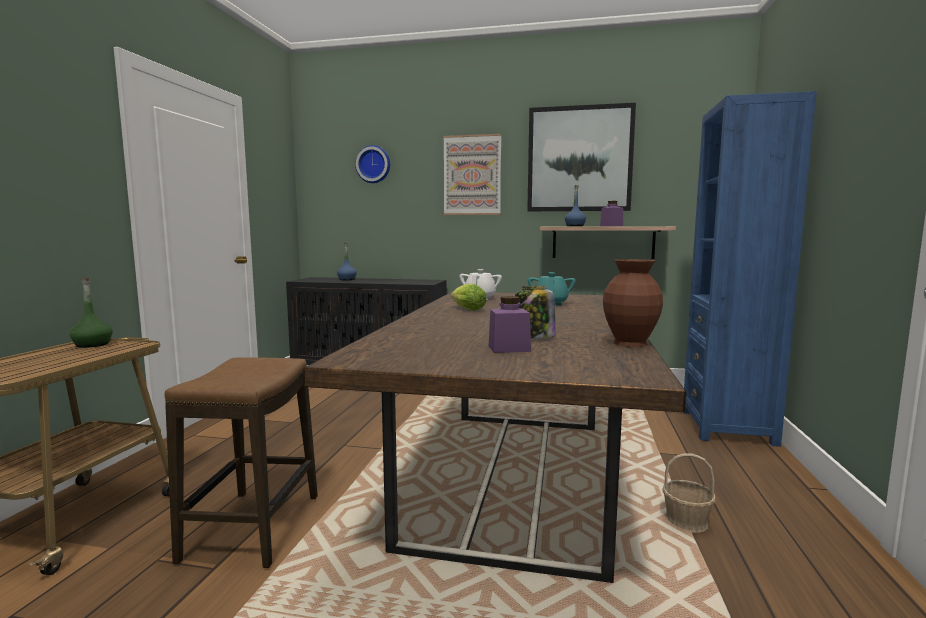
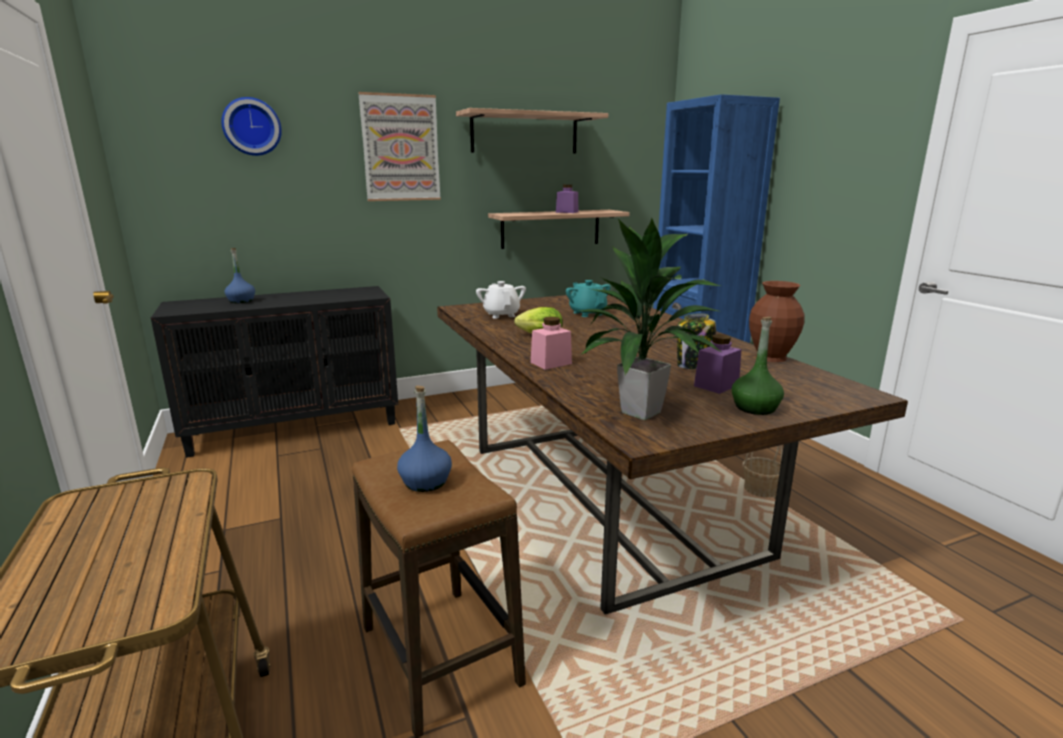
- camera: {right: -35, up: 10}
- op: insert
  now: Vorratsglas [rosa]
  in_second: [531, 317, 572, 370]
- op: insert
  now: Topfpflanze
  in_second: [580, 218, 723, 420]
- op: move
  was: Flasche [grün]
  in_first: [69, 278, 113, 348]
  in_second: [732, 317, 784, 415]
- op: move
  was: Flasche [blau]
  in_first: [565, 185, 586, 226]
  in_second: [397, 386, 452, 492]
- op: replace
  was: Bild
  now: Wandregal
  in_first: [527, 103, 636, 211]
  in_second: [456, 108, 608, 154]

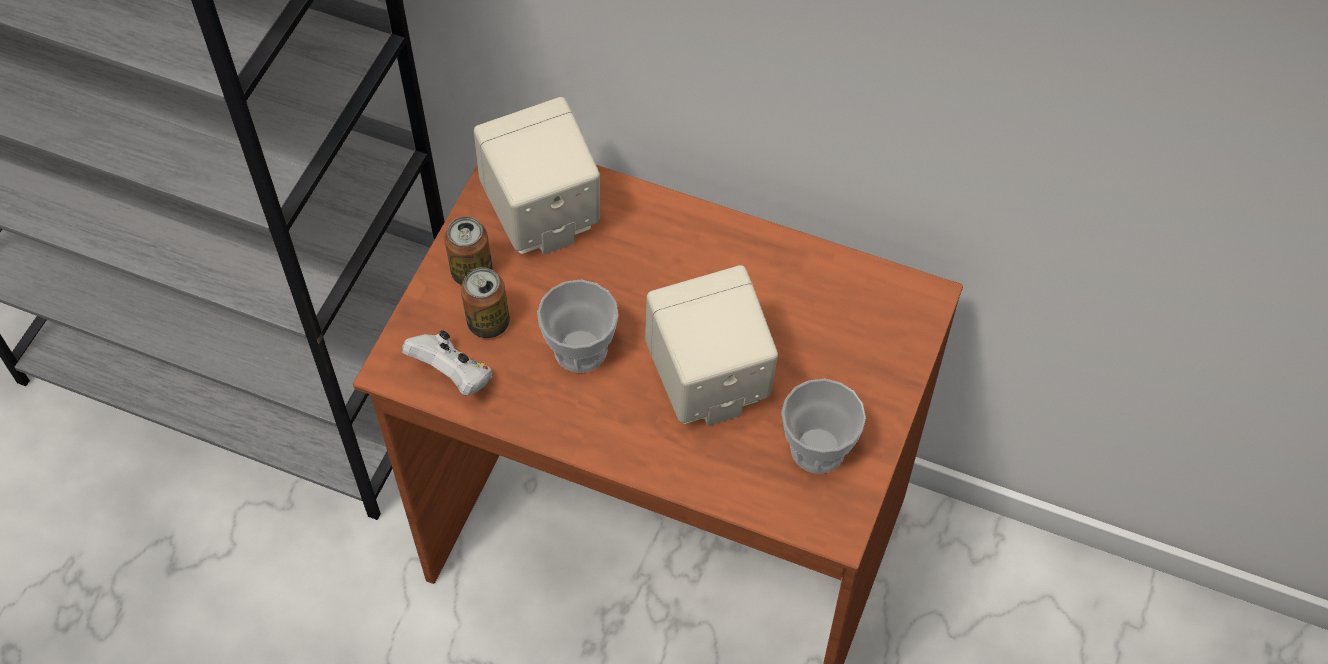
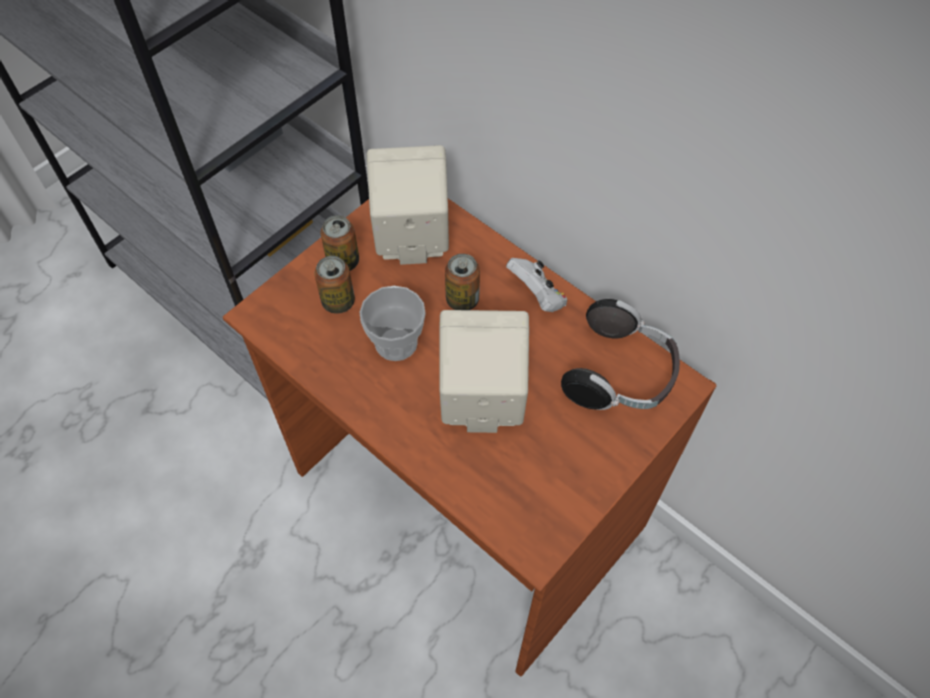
- camera: {right: 20, up: 0}
- op: delete
  was: Tasse
  in_first: [781, 379, 866, 474]
- op: insert
  now: Dose
  in_second: [445, 254, 480, 310]
- op: insert
  now: Kopfhörer
  in_second: [561, 299, 680, 410]
- op: move
  was: Gamepad [weiß]
  in_first: [402, 330, 492, 396]
  in_second: [506, 258, 567, 312]

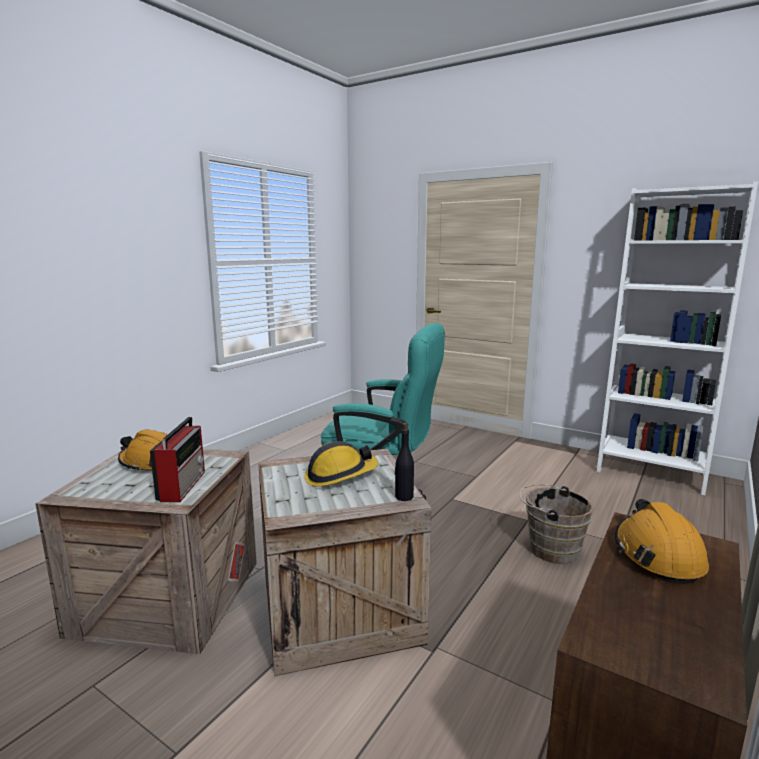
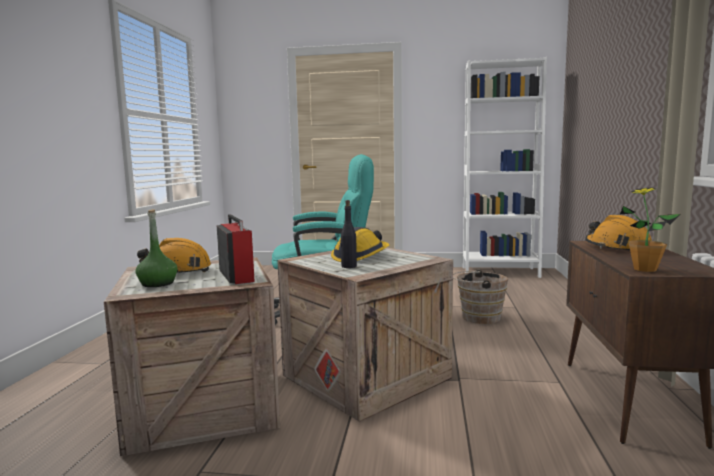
- camera: {right: -25, up: -5}
- op: insert
  now: Flasche [grün]
  in_second: [135, 209, 178, 287]
- op: insert
  now: Topfpflanze
  in_second: [620, 187, 680, 272]
- op: move
  was: Flasche [schwarz]
  in_first: [395, 423, 414, 501]
  in_second: [340, 200, 357, 268]

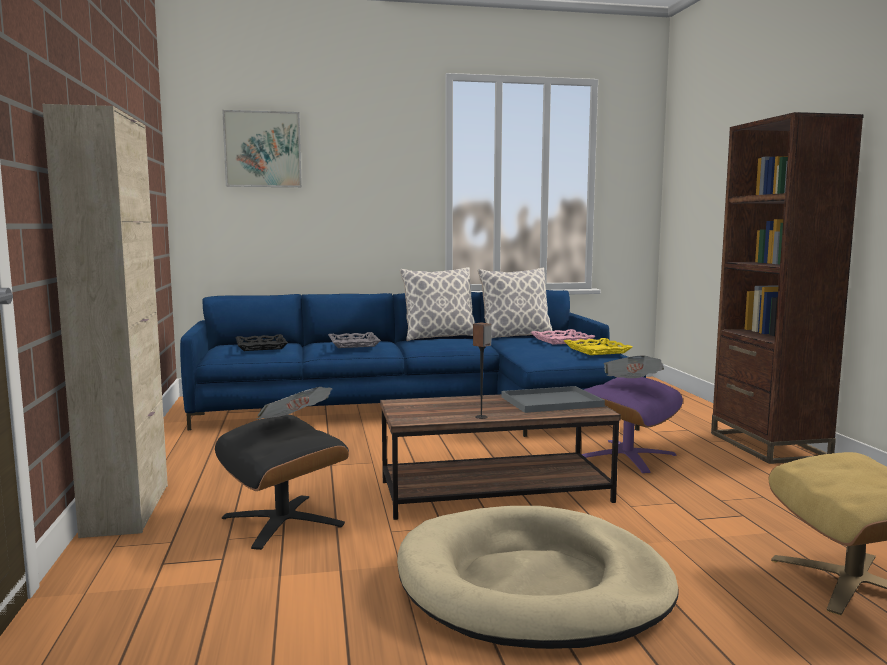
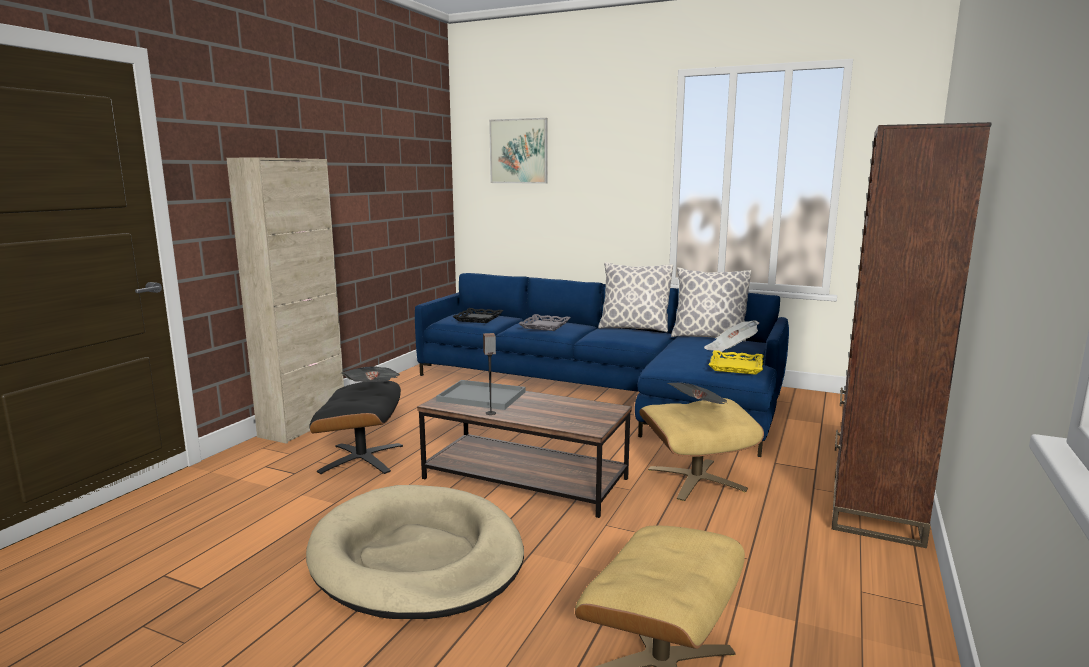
- camera: {right: 35, up: 5}
- op: move
  was: Tablett [grau]
  in_first: [501, 386, 605, 413]
  in_second: [436, 380, 526, 410]
- op: replace
  was: Tablett [rosa]
  now: Zeitung
  in_first: [531, 329, 596, 345]
  in_second: [704, 321, 759, 352]
- op: recolor
  was: Polsterhocker [lila]
  now: Polsterhocker [beige]
  in_first: [582, 377, 683, 473]
  in_second: [639, 398, 764, 501]

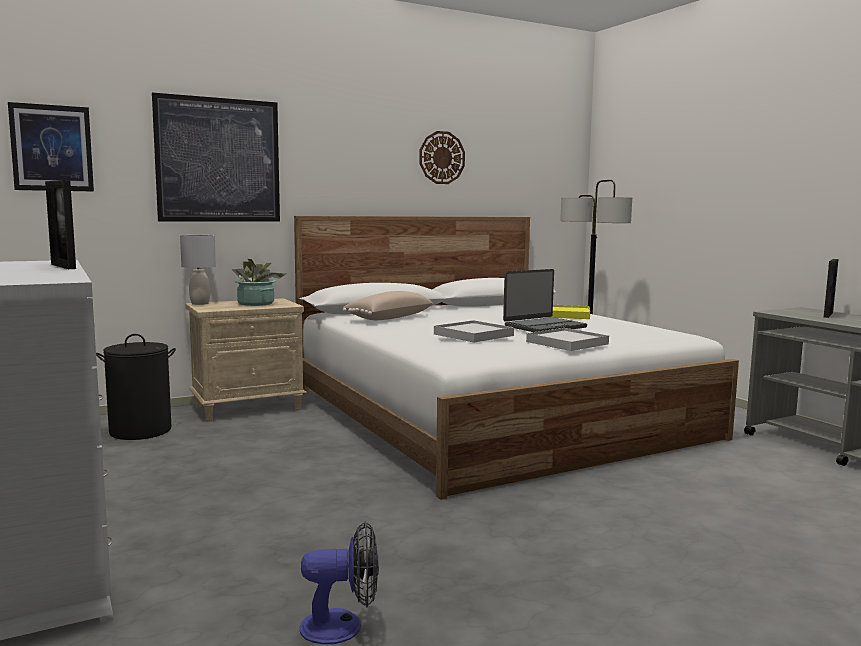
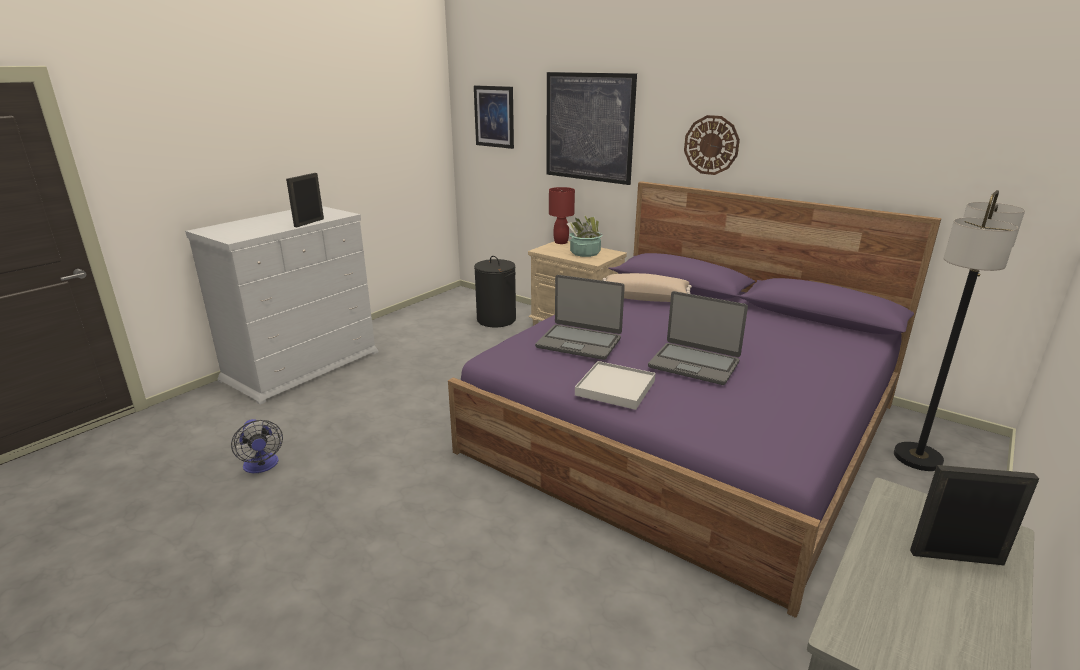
- camera: {right: 65, up: 15}
- op: delete
  was: Tablett [gelb]
  in_first: [545, 305, 590, 319]
- op: move
  was: Wanduhr
  in_first: [419, 131, 465, 184]
  in_second: [684, 115, 740, 175]
- op: replace
  was: Tablett [weiß]
  now: Laptop
  in_first: [434, 320, 514, 342]
  in_second: [535, 275, 625, 360]
- op: recolor
  was: Tischlampe [grau]
  now: Tischlampe [rot]
  in_first: [180, 235, 216, 305]
  in_second: [549, 187, 575, 244]
- op: recolor
  was: Bett [weiß]
  now: Bett [lila]
  in_first: [294, 216, 739, 500]
  in_second: [448, 181, 941, 618]

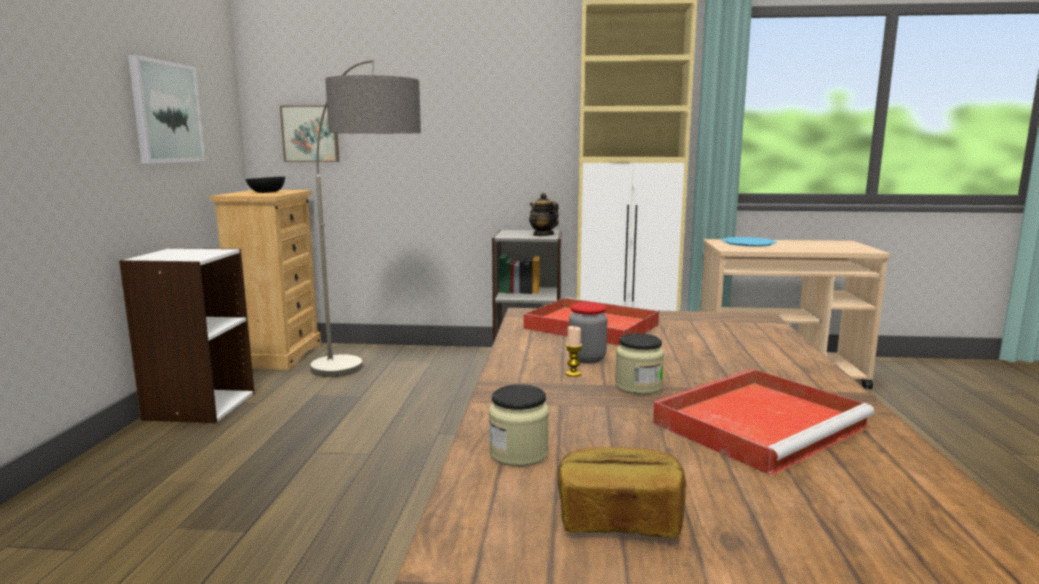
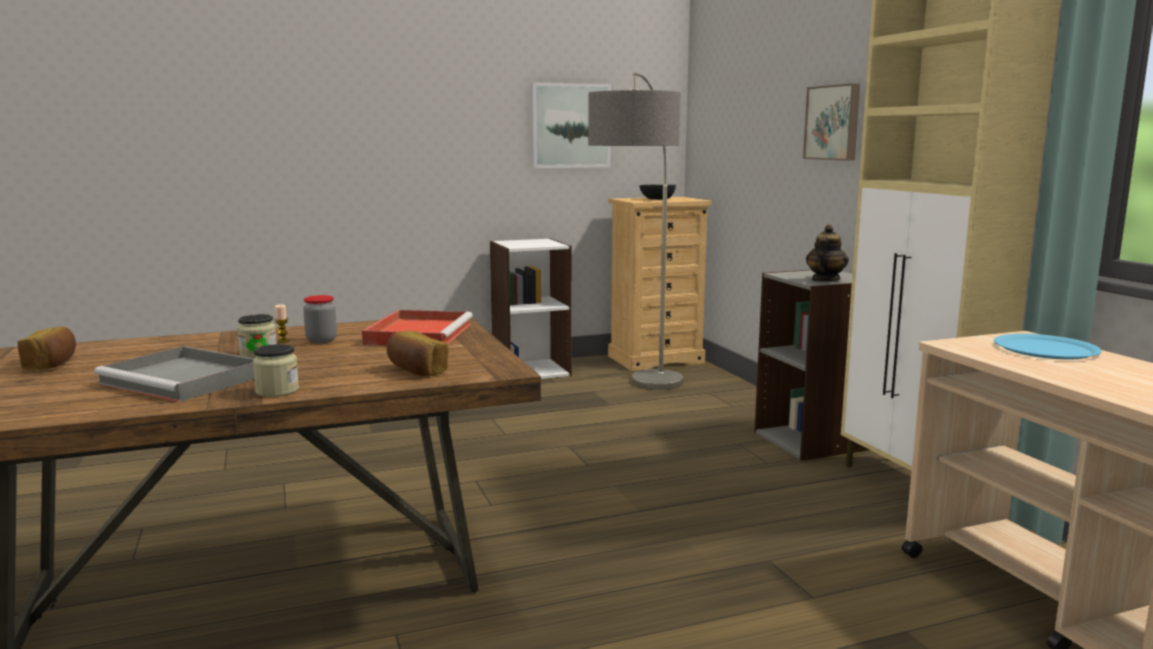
- camera: {right: 65, up: 0}
- op: insert
  now: Brot
  in_second: [386, 331, 448, 376]
- op: move
  was: Bild
  in_first: [280, 105, 339, 162]
  in_second: [803, 83, 860, 161]
- op: move
  was: Vorratsglas
  in_first: [489, 385, 549, 466]
  in_second: [253, 344, 299, 397]
- op: recolor
  was: Tablett [rot]
  now: Tablett [grau]
  in_first: [653, 369, 874, 476]
  in_second: [94, 346, 254, 402]

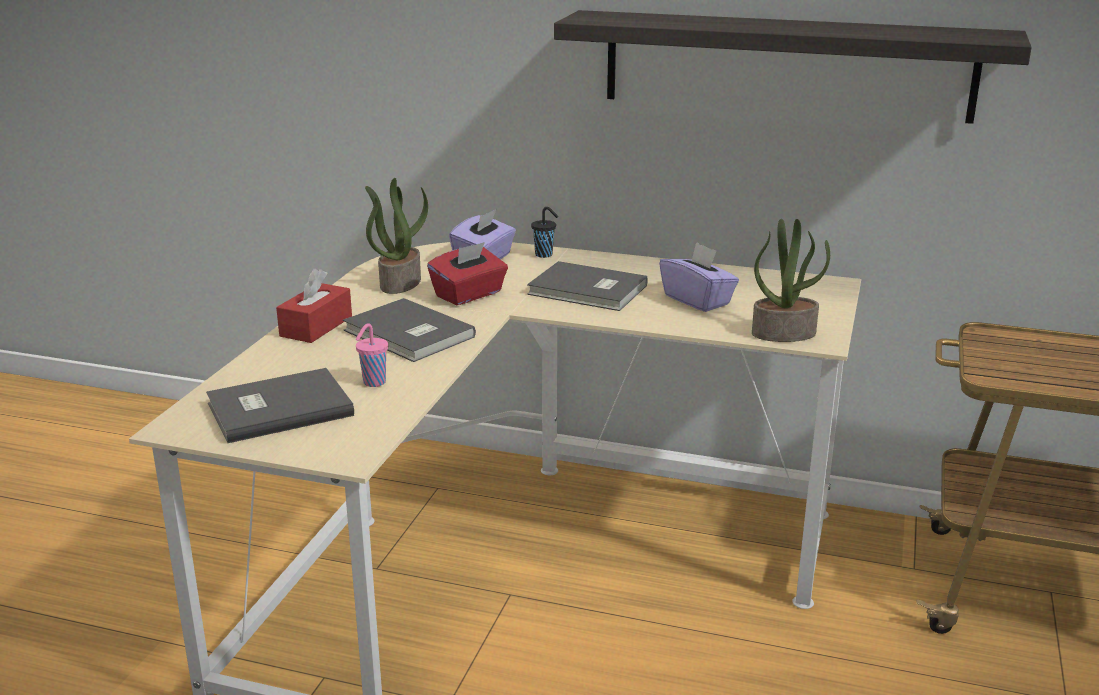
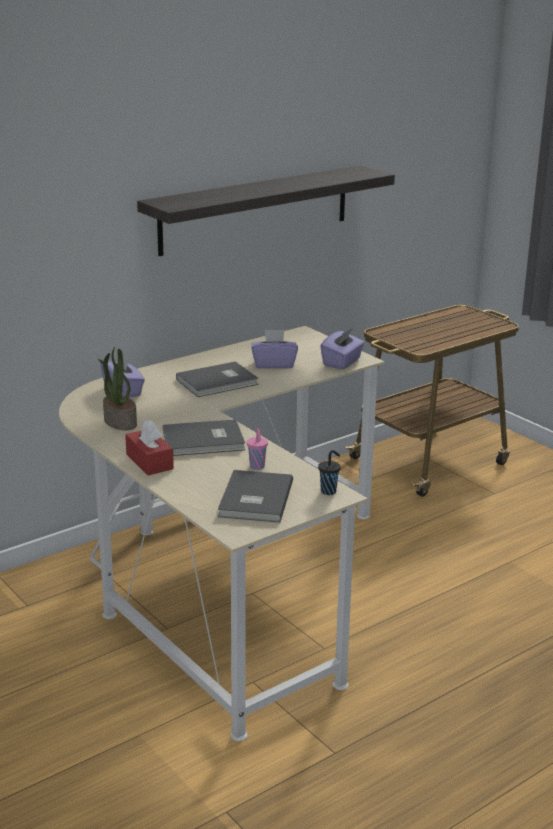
- camera: {right: -55, up: 0}
- op: delete
  was: Taschentuchbox [rot]
  in_first: [427, 242, 508, 305]
- op: move
  was: Tasse [schwarz]
  in_first: [531, 207, 558, 258]
  in_second: [318, 450, 341, 495]
- op: replace
  was: Topfpflanze
  now: Taschentuchbox [lila]
  in_first: [752, 219, 830, 342]
  in_second: [320, 328, 365, 370]

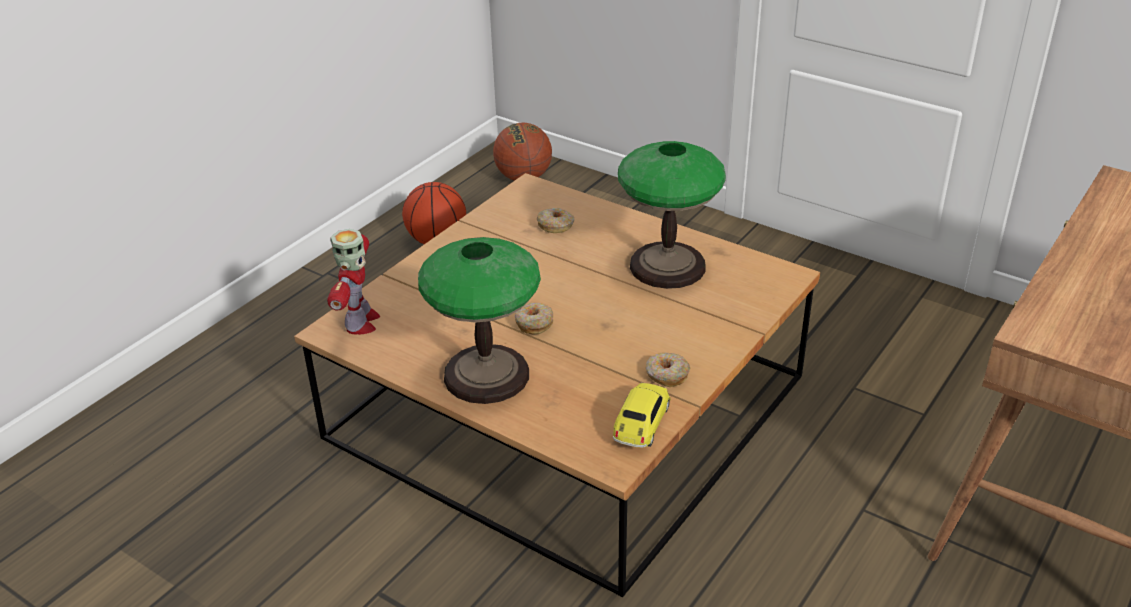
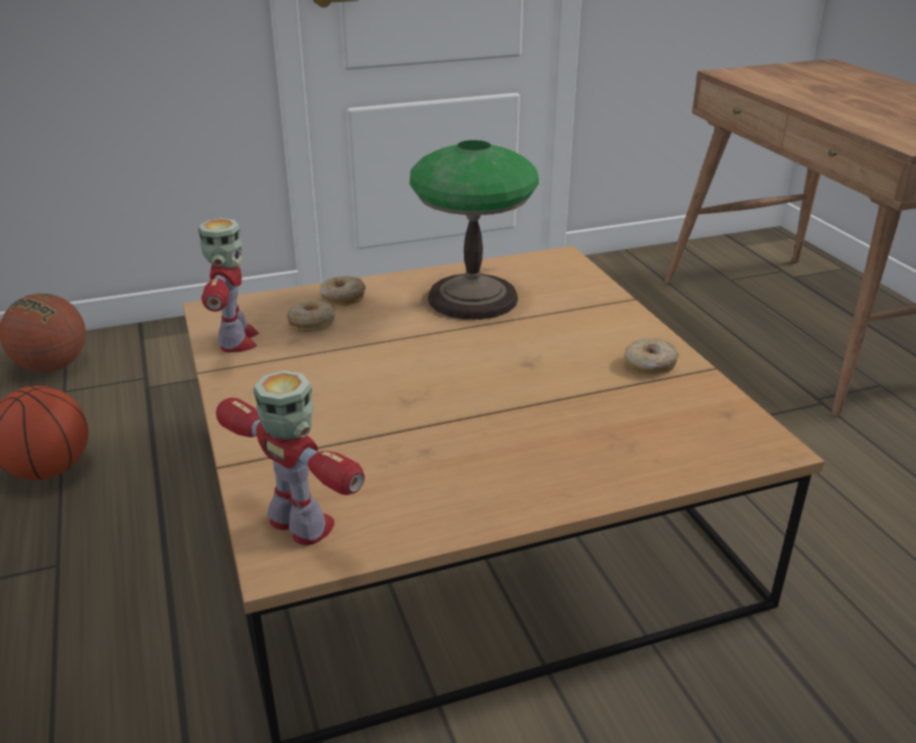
- camera: {right: -55, up: -5}
- op: delete
  was: Tischlampe
  in_first: [418, 237, 541, 404]
- op: delete
  was: Spielzeugauto
  in_first: [613, 383, 671, 447]
- op: insert
  now: Spielzeugroboter
  in_second: [198, 218, 259, 352]
- op: move
  was: Donut
  in_first: [515, 303, 553, 334]
  in_second: [320, 276, 366, 306]

